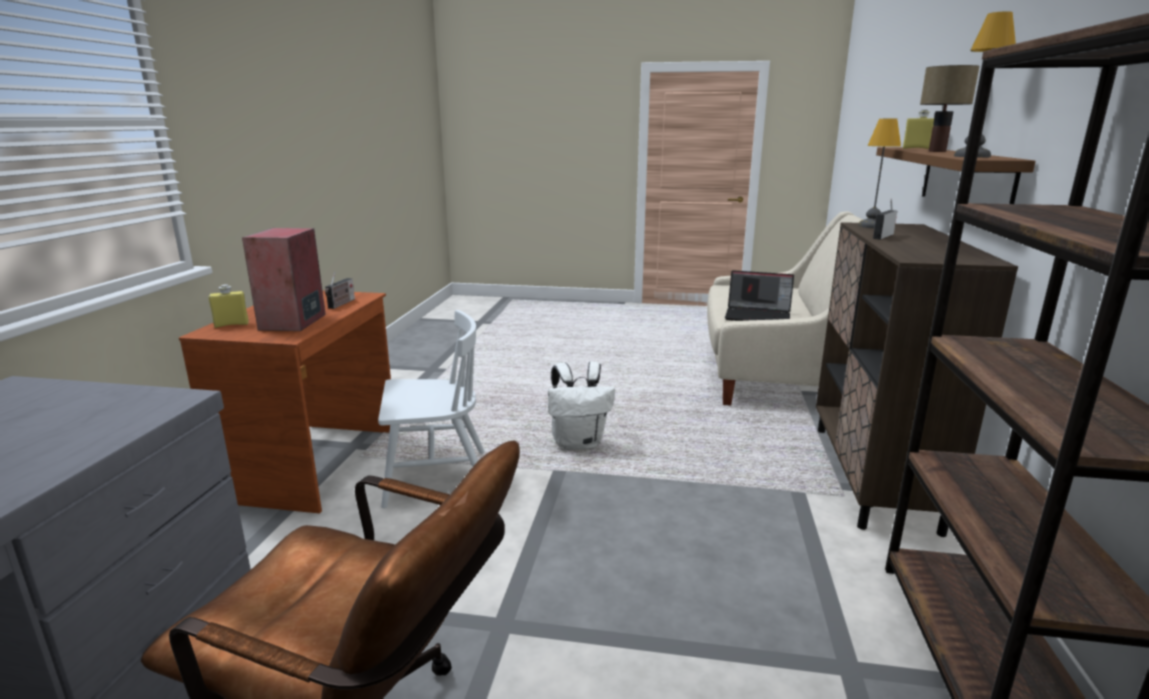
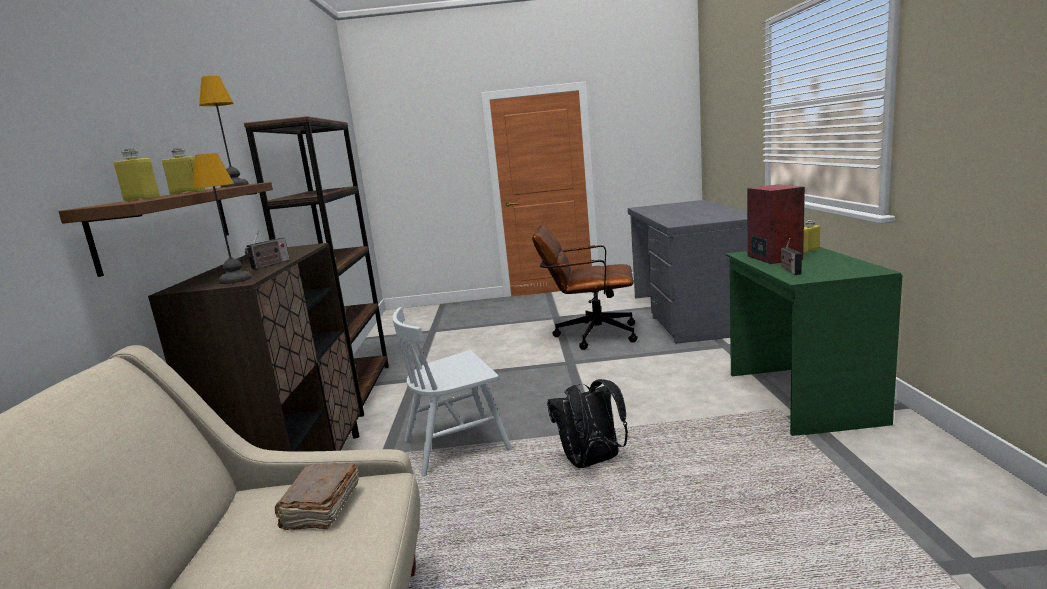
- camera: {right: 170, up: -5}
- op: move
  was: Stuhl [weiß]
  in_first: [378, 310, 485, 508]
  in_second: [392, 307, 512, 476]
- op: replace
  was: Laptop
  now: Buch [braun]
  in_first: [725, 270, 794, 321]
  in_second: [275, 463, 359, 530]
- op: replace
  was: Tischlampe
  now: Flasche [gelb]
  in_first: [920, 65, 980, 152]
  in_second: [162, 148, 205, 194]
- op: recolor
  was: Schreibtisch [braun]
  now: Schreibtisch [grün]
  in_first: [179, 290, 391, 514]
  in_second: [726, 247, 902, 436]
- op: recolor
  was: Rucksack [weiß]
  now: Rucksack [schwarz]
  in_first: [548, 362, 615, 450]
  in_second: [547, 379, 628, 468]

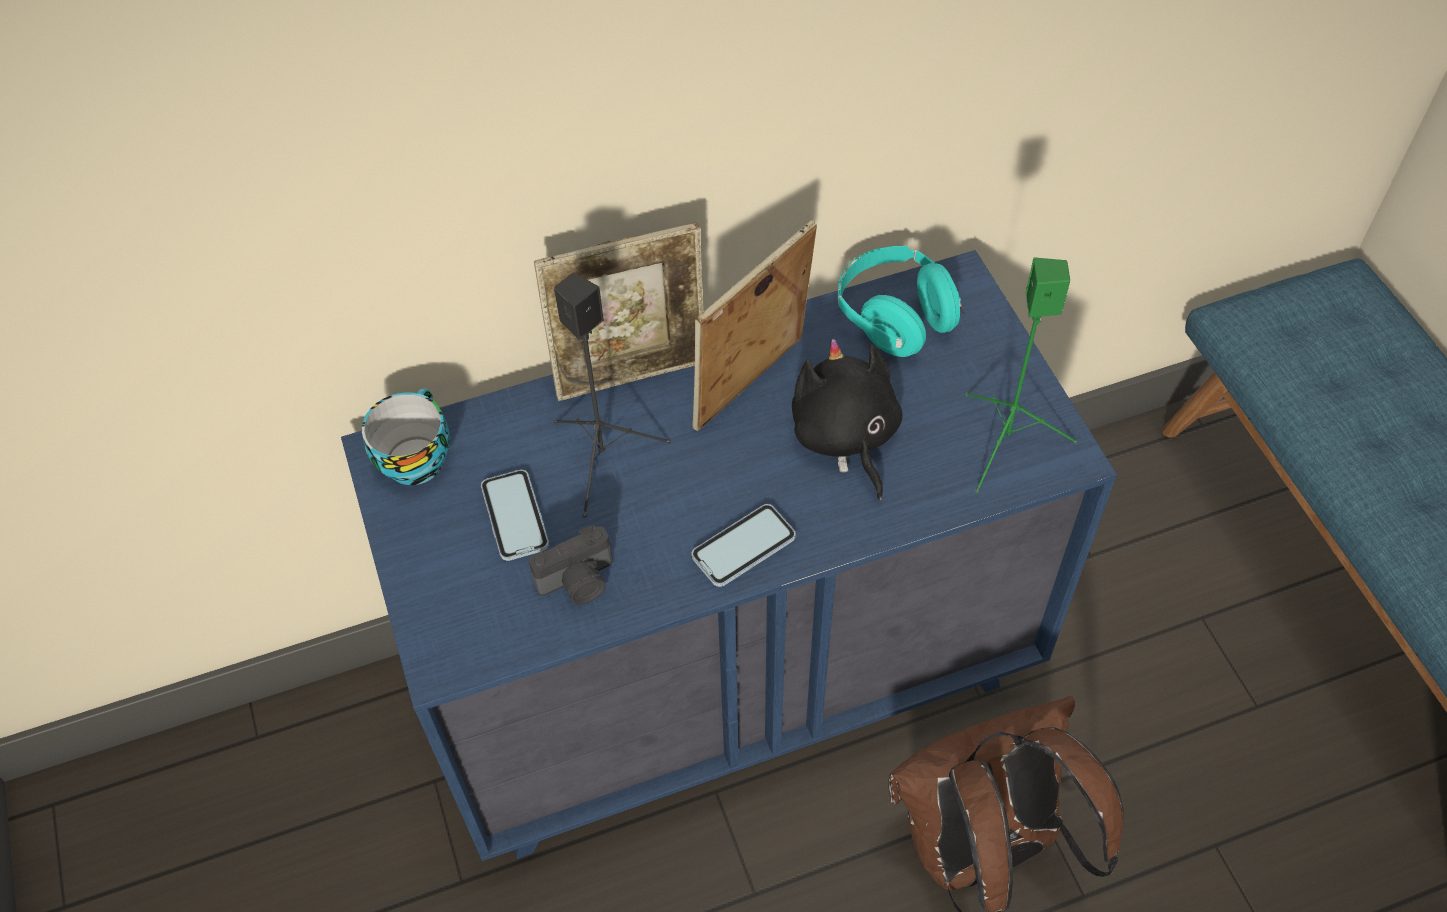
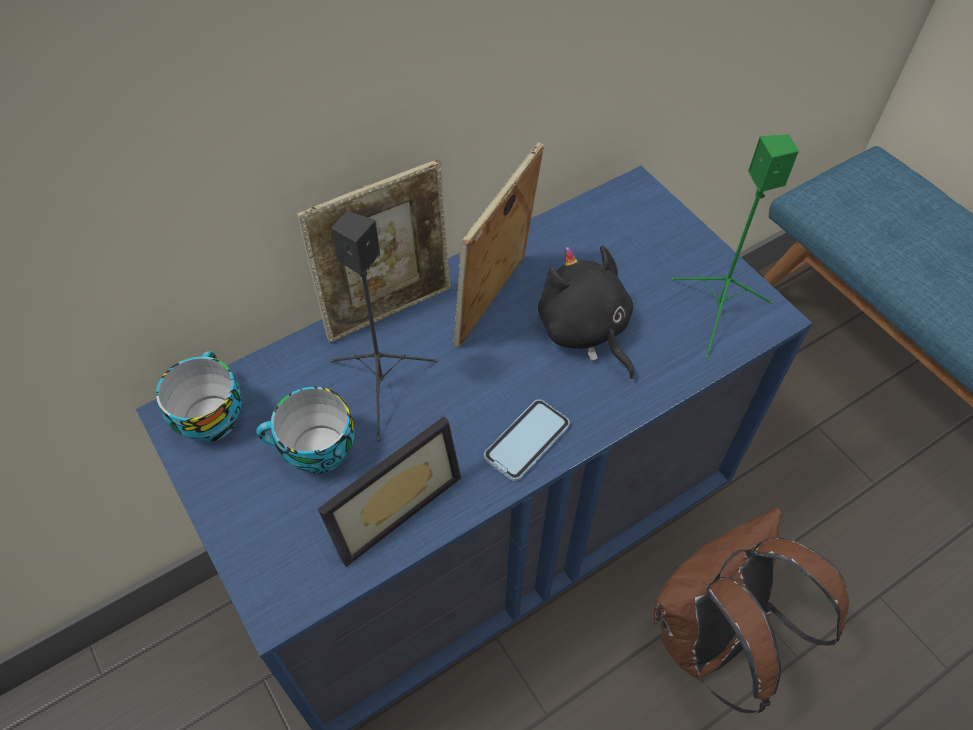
- camera: {right: -15, up: 0}
- op: delete
  was: Kopfhörer [türkis]
  in_first: [838, 246, 965, 357]
- op: replace
  was: Handy
  now: Tasse
  in_first: [481, 470, 549, 561]
  in_second: [256, 387, 355, 474]
- op: replace
  was: Kamera
  now: Bilderrahmen
  in_first: [529, 525, 612, 605]
  in_second: [317, 416, 461, 567]

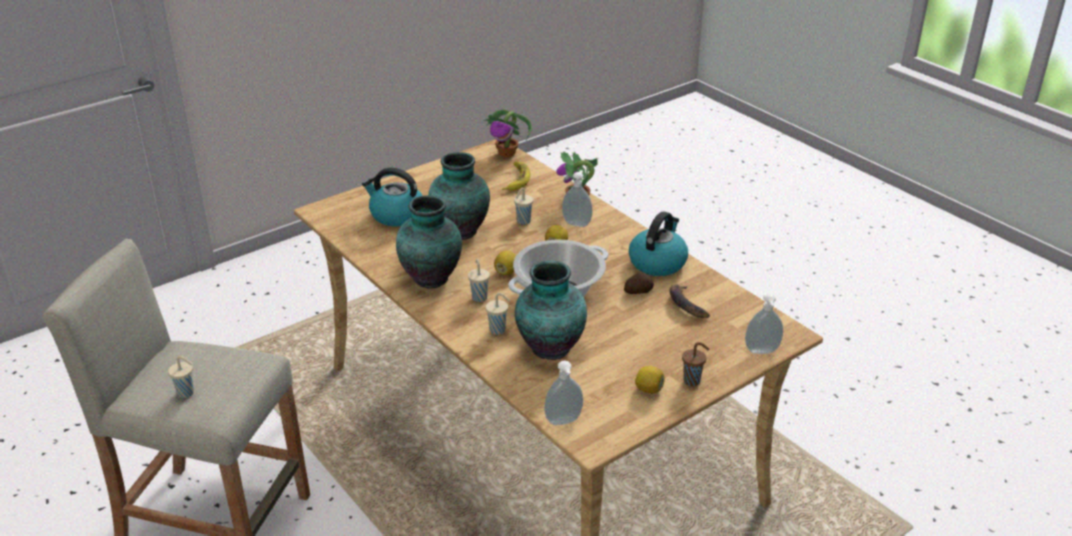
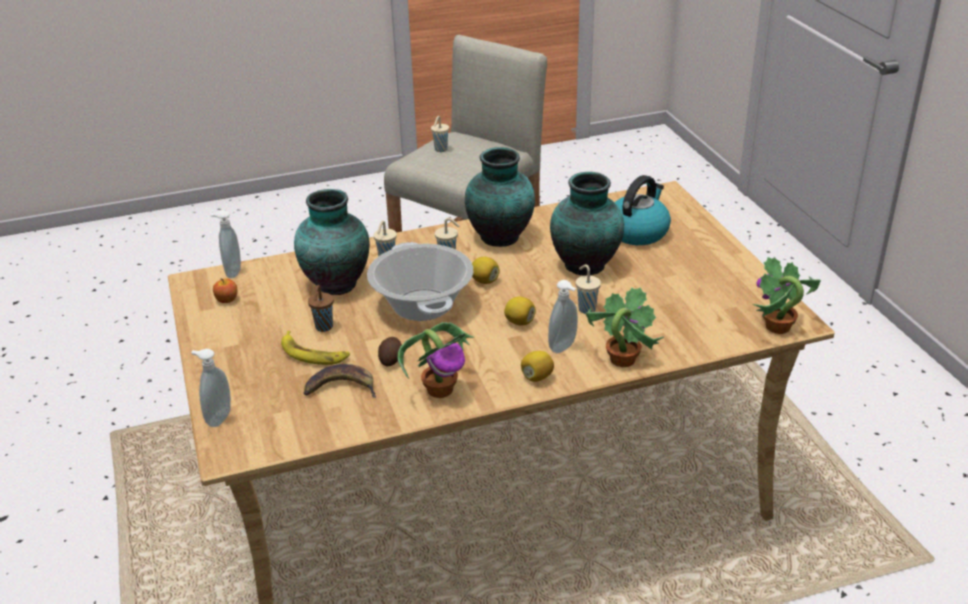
- camera: {right: 110, up: 0}
- op: insert
  now: Apfel
  in_second: [213, 278, 237, 303]
- op: move
  was: Banane
  in_first: [502, 162, 530, 191]
  in_second: [281, 330, 350, 365]
- op: move
  was: Zitrone
  in_first: [635, 366, 665, 394]
  in_second: [521, 351, 554, 382]
- op: move
  was: Tasse [braun]
  in_first: [682, 342, 709, 386]
  in_second: [308, 285, 334, 332]
- op: replace
  was: Wasserkessel
  now: Topfpflanze
  in_first: [629, 211, 688, 276]
  in_second: [397, 322, 474, 398]

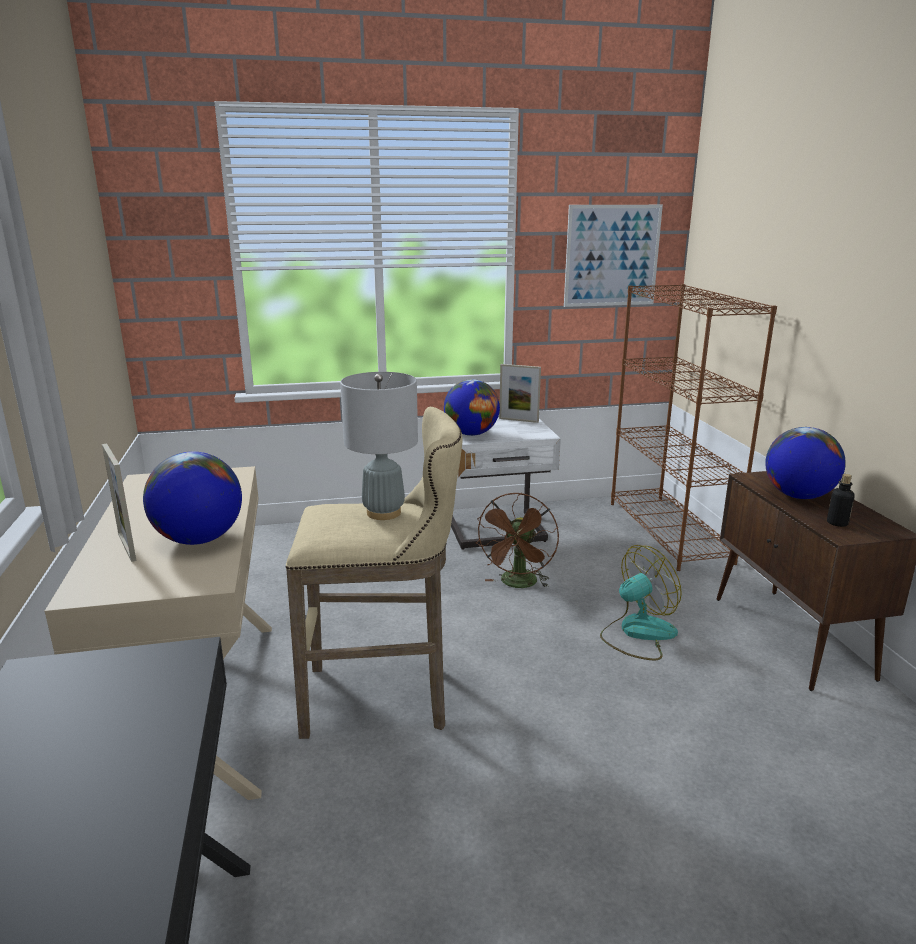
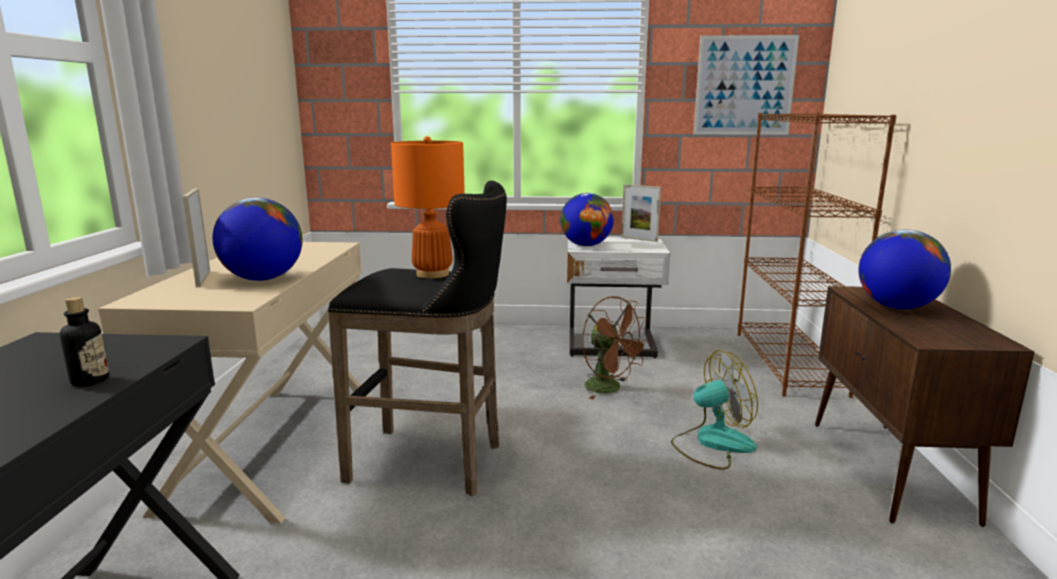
- camera: {right: 15, up: -5}
- op: move
  was: Flasche
  in_first: [827, 474, 855, 527]
  in_second: [60, 297, 109, 387]
- op: recolor
  was: Hocker [beige]
  now: Hocker [schwarz]
  in_first: [286, 407, 463, 739]
  in_second: [328, 181, 507, 496]
- op: recolor
  was: Tischlampe [grau]
  now: Tischlampe [orange]
  in_first: [340, 372, 418, 520]
  in_second: [391, 136, 465, 279]
- op: rotate
  was: Ventilator [braun]
  in_first: [475, 493, 559, 588]
  in_second: [582, 296, 650, 399]
  clockwise: -75

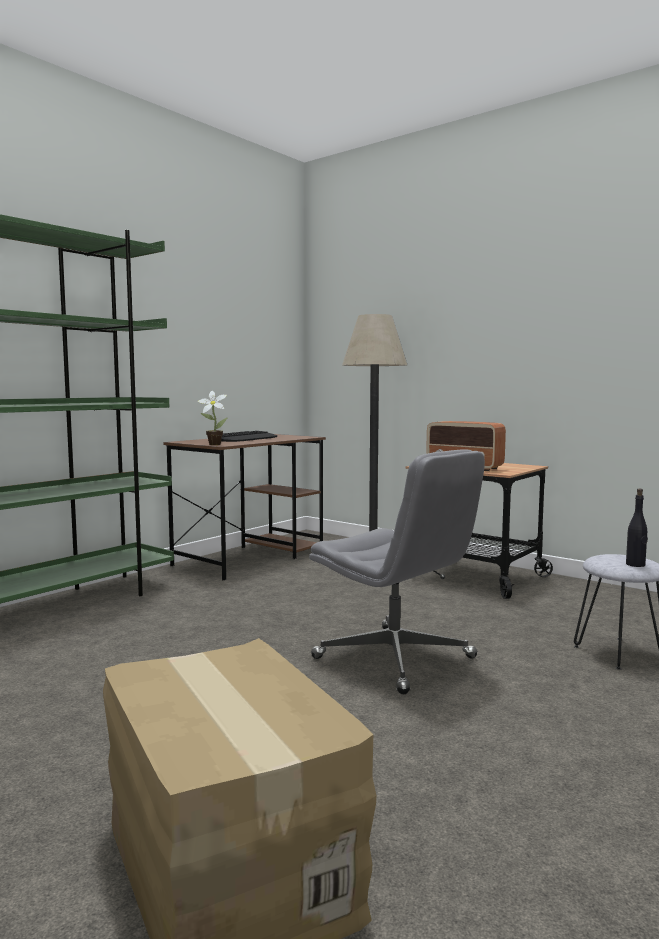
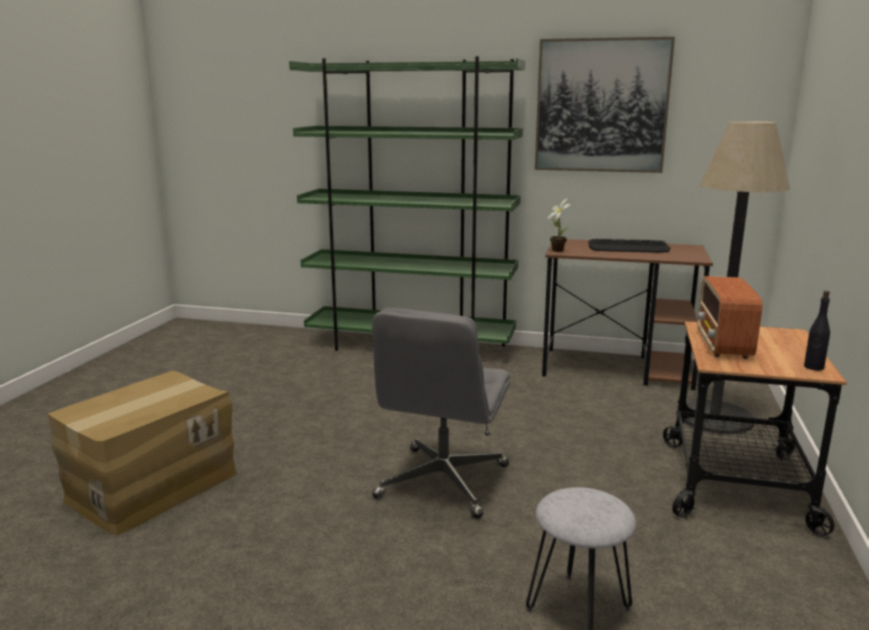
- camera: {right: 65, up: 10}
- op: insert
  now: Bild
  in_second: [535, 37, 675, 173]
- op: move
  was: Flasche [schwarz]
  in_first: [626, 489, 648, 567]
  in_second: [804, 291, 830, 371]

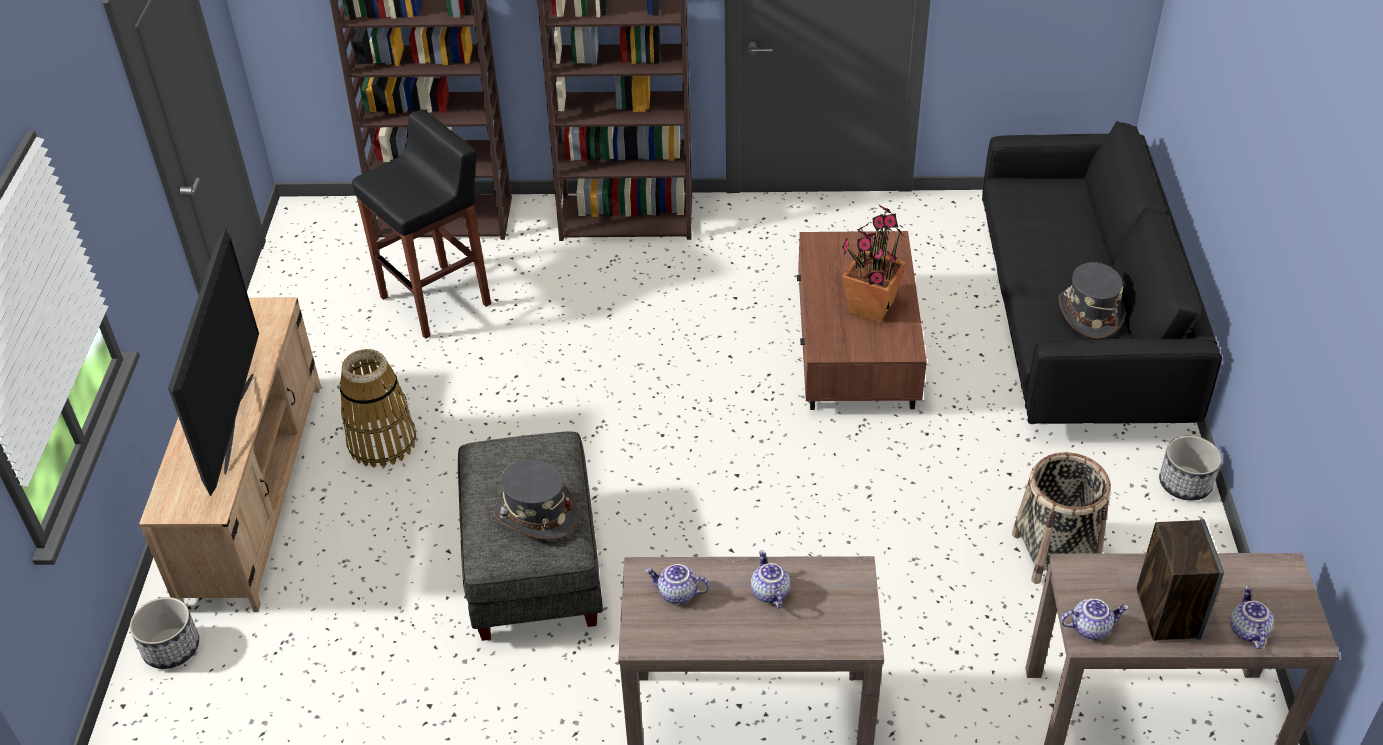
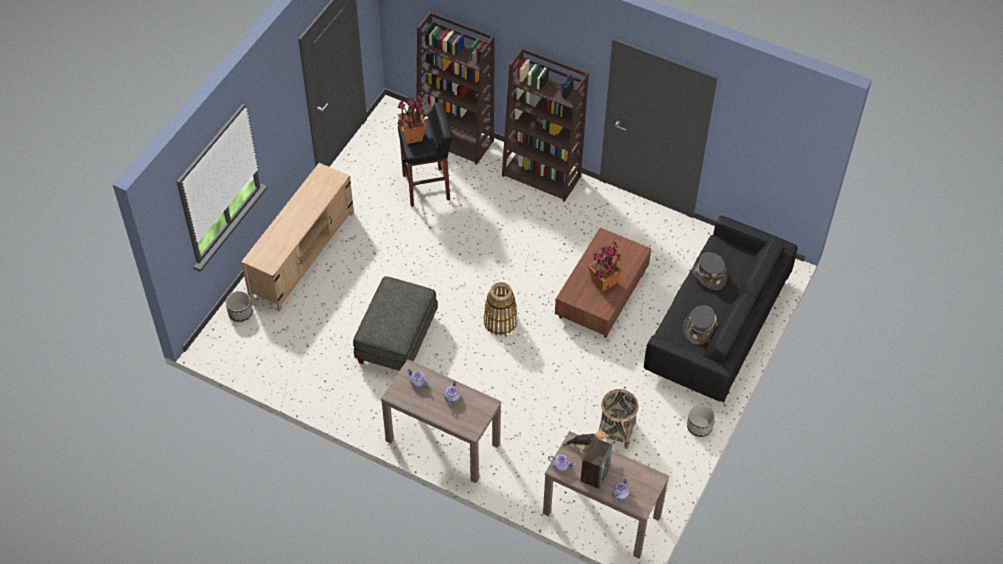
- camera: {right: 25, up: 10}
- op: delete
  was: Fernseher
  in_first: [168, 229, 259, 497]
- op: insert
  now: Topfpflanze
  in_second: [397, 94, 426, 144]
- op: insert
  now: Plüschtier
  in_second: [563, 427, 608, 453]
- op: move
  was: Korb
  in_first: [340, 349, 416, 468]
  in_second: [483, 282, 518, 336]
- op: move
  was: Hut [grau]
  in_first: [494, 460, 578, 540]
  in_second: [693, 252, 727, 290]

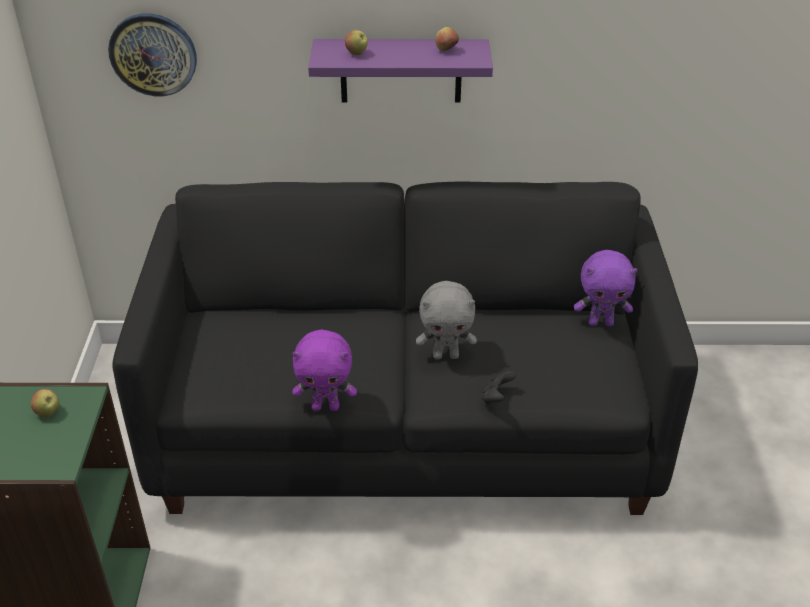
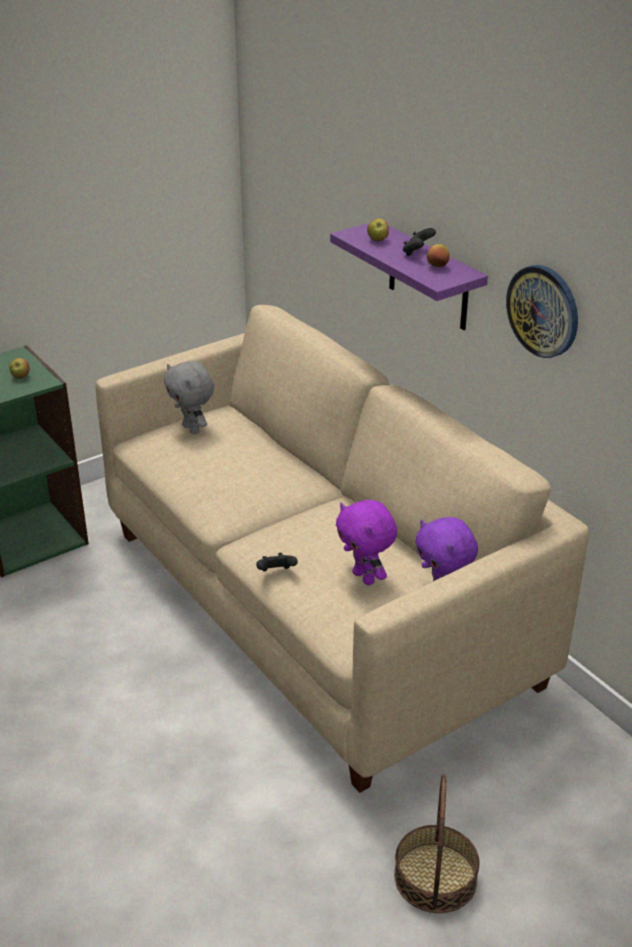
- camera: {right: 55, up: -5}
- op: insert
  now: Korb
  in_second: [394, 774, 480, 913]
- op: insert
  now: Gamepad [schwarz]
  in_second: [403, 228, 436, 256]
- op: move
  was: Wanduhr
  in_first: [108, 13, 197, 96]
  in_second: [506, 265, 578, 358]
- op: move
  was: Plüschtier [lila]
  in_first: [292, 330, 357, 411]
  in_second: [336, 500, 397, 585]
- op: move
  was: Plüschtier [grau]
  in_first: [416, 281, 477, 359]
  in_second: [164, 361, 214, 434]
- op: recolor
  was: Sofa [schwarz]
  now: Sofa [beige]
  in_first: [113, 182, 698, 515]
  in_second: [96, 305, 589, 793]

